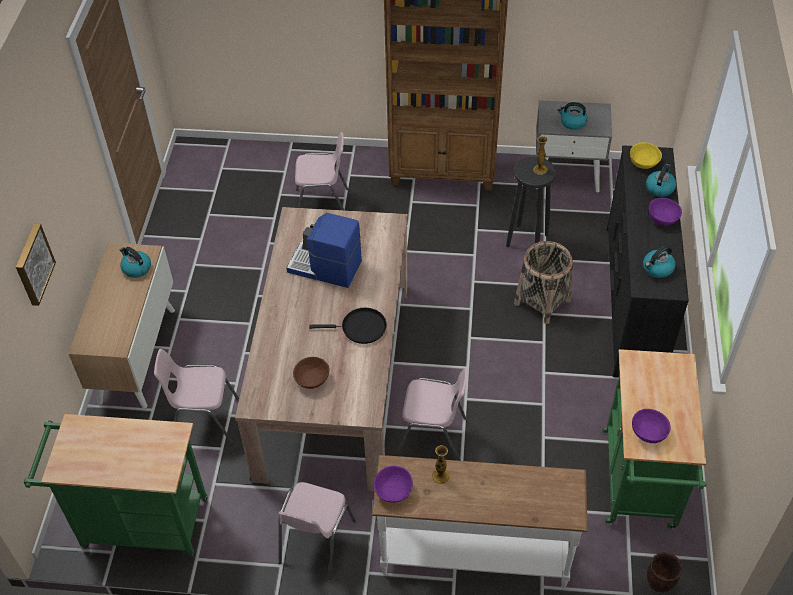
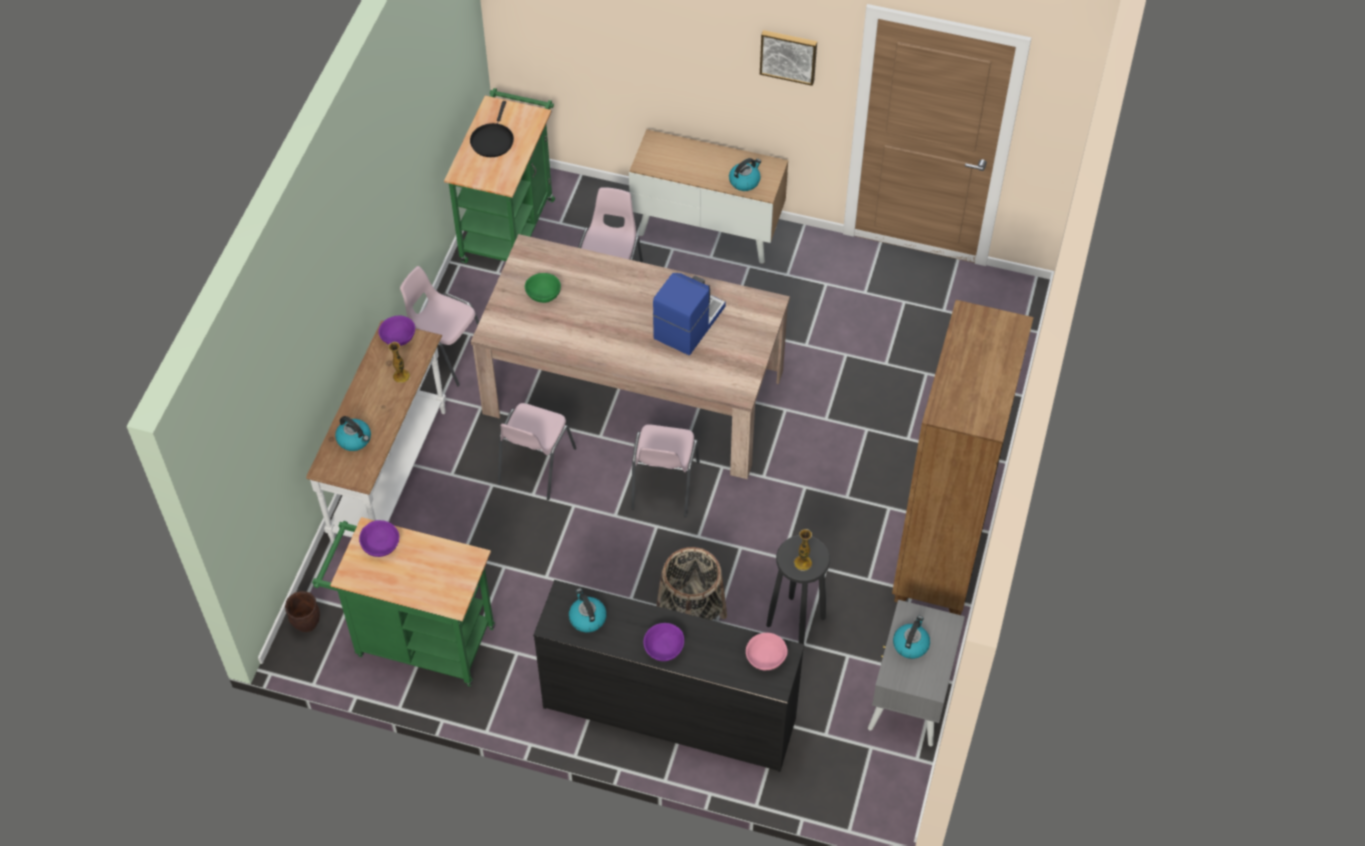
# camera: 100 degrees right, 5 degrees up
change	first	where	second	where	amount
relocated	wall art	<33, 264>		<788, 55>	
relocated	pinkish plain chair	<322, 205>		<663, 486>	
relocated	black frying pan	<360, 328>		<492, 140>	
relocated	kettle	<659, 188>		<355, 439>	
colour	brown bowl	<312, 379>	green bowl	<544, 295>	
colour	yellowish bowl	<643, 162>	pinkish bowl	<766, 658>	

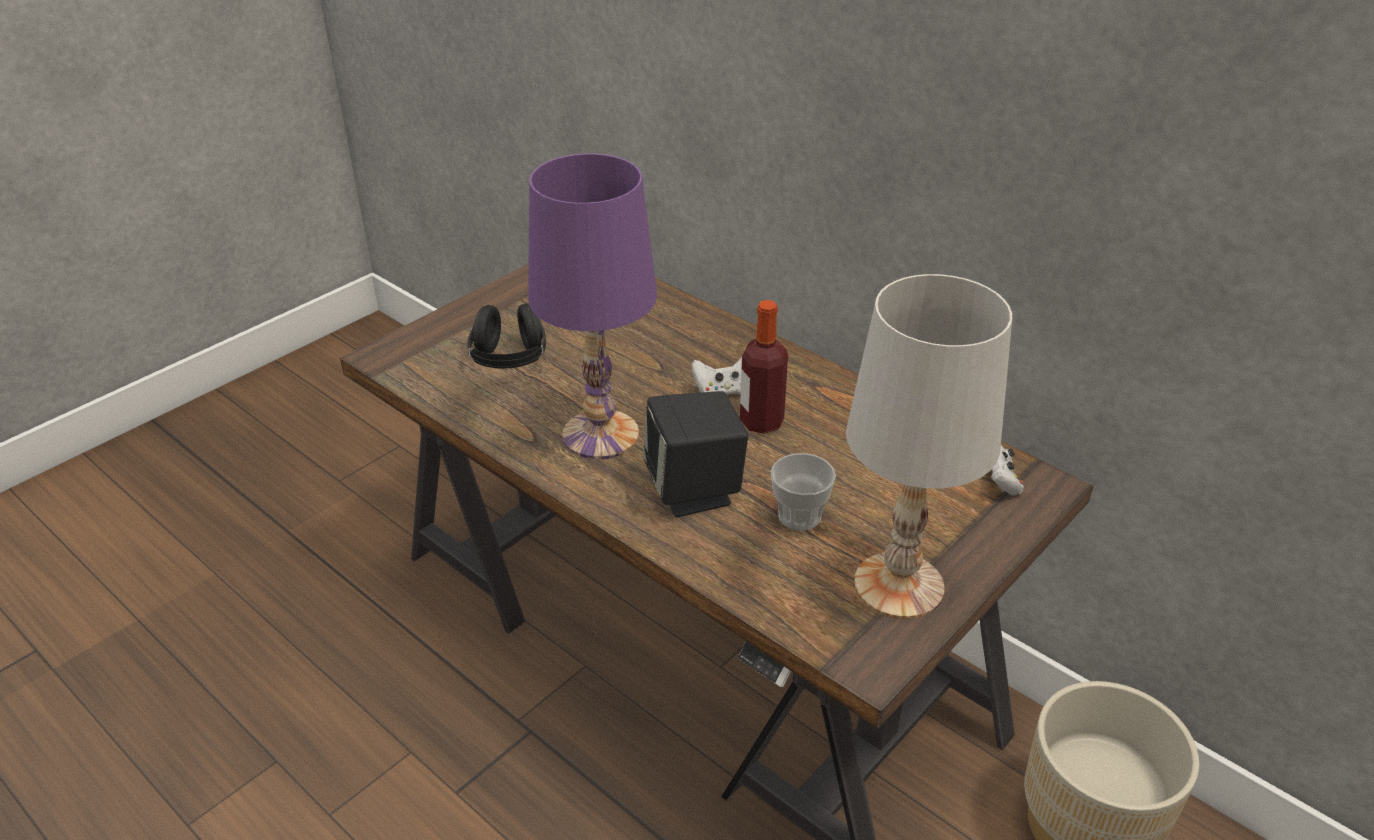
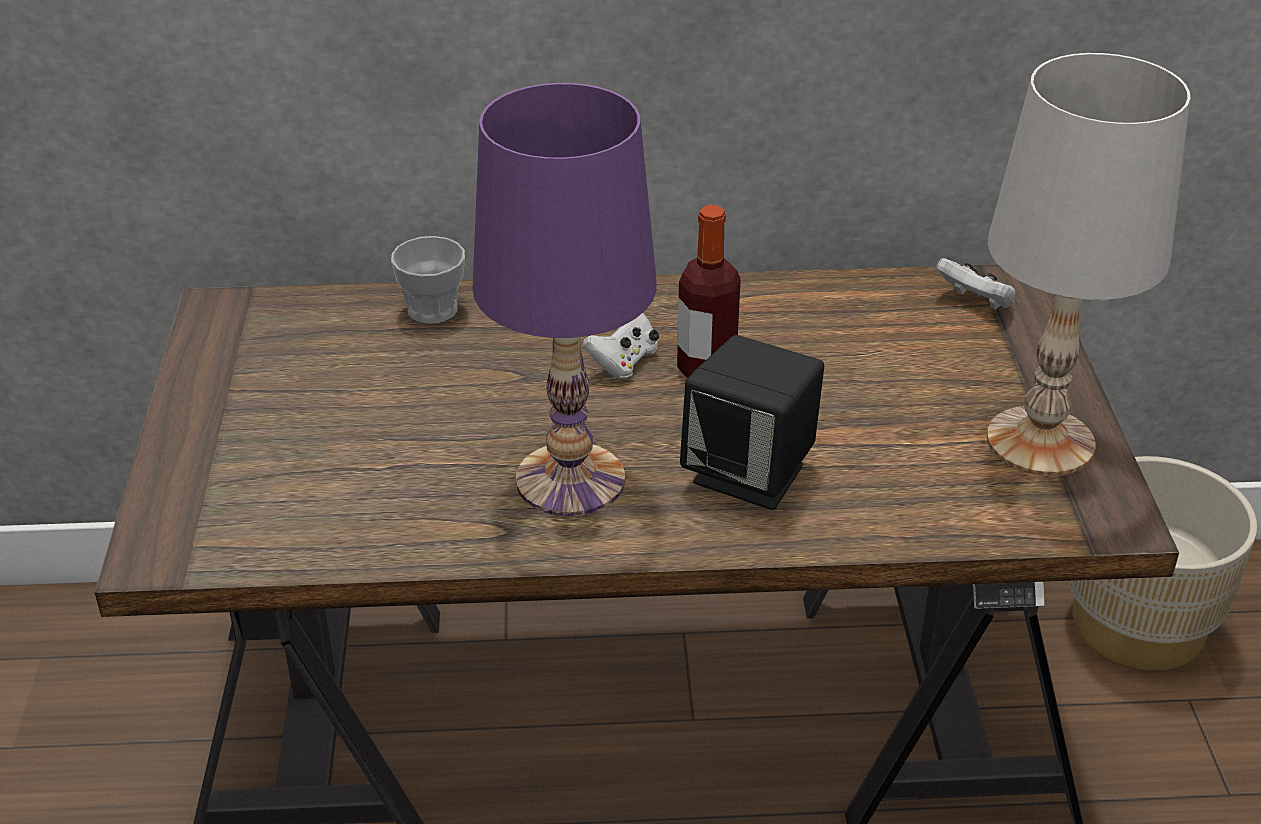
# camera: 45 degrees left, 0 degrees up
change	first	where	second	where	amount
missing	black headset	<509, 360>			
relocated	small cup	<799, 516>		<432, 310>	

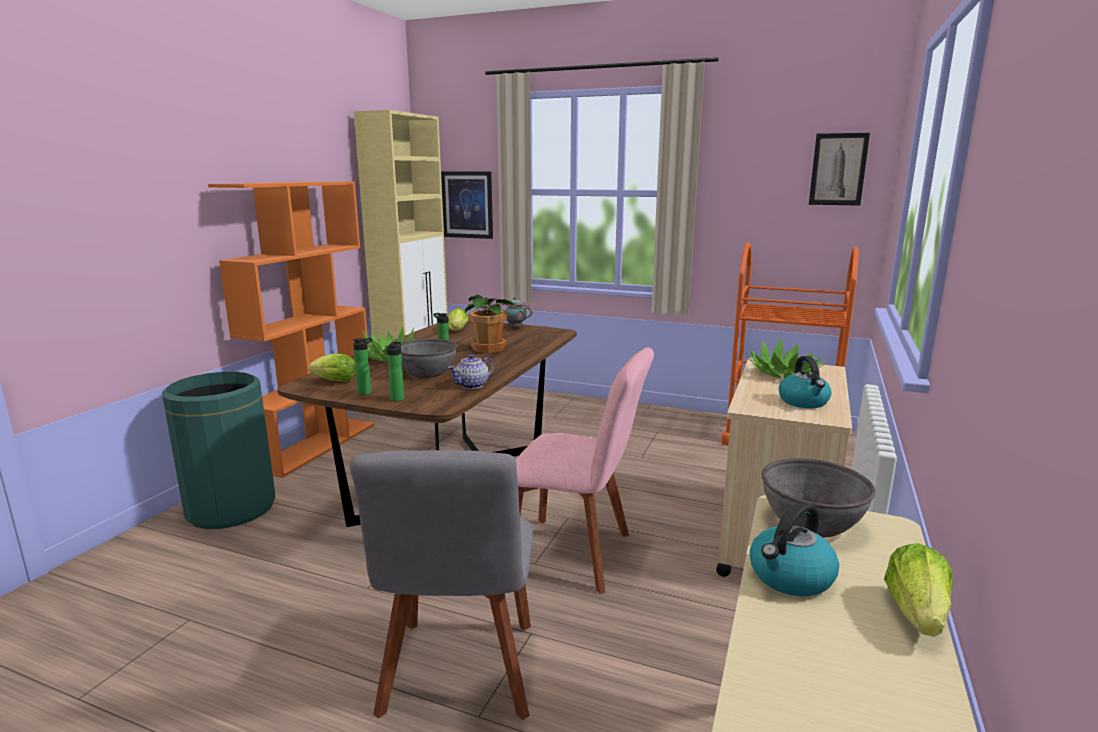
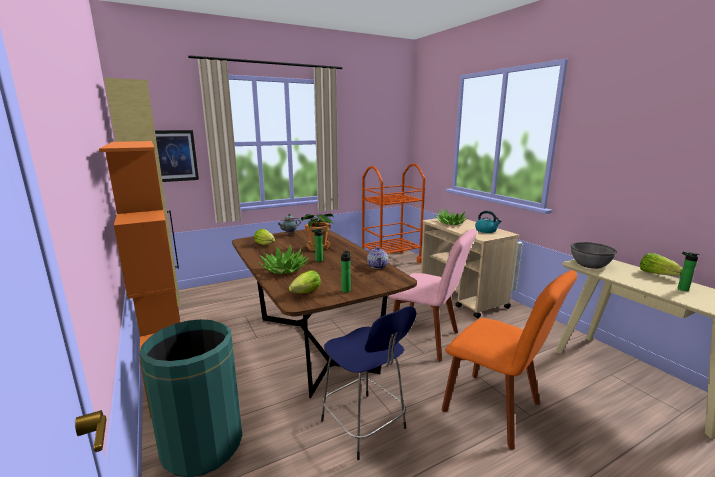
# camera: 50 degrees left, 0 degrees up
change	first	where	second	where	amount
missing	greyish bowl	<427, 373>			
missing	kettle	<790, 577>			
missing	wall art	<838, 169>			
appeared			blue stool	<365, 426>	
relocated	beverage bottle	<398, 398>		<681, 289>	
colour	greyish plain chair	<459, 674>	orange-coloured plain chair	<496, 410>	
spun	pinkish plain chair	<576, 554>		<427, 339>	60 degrees clockwise

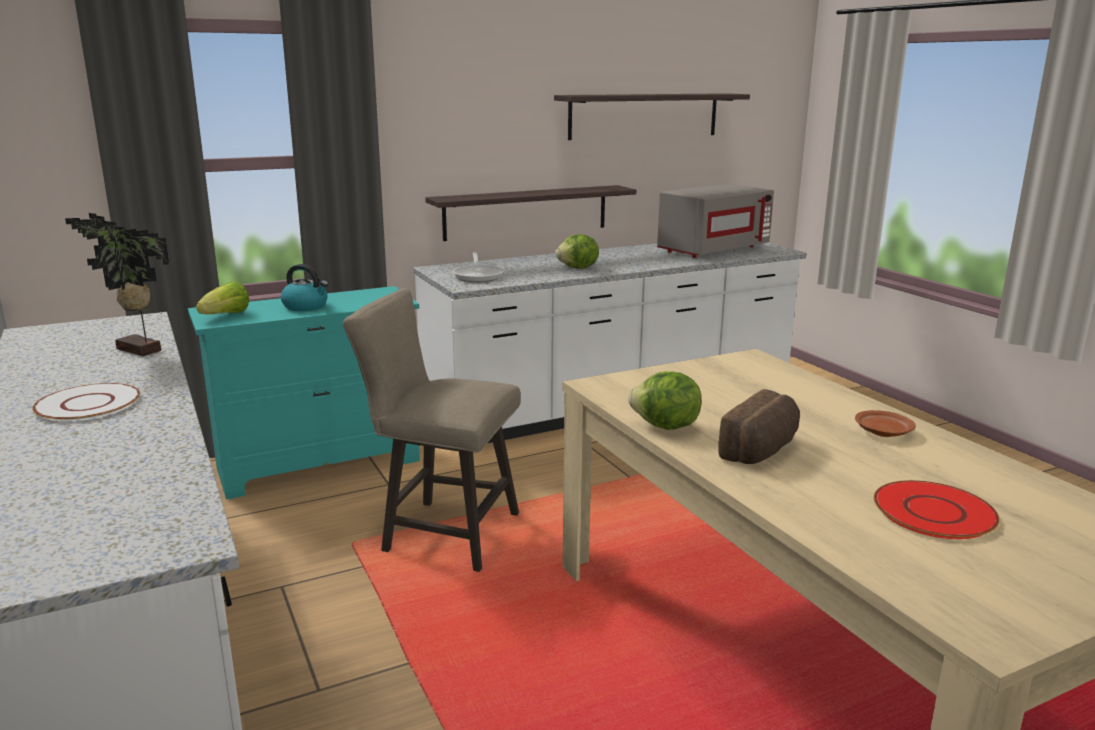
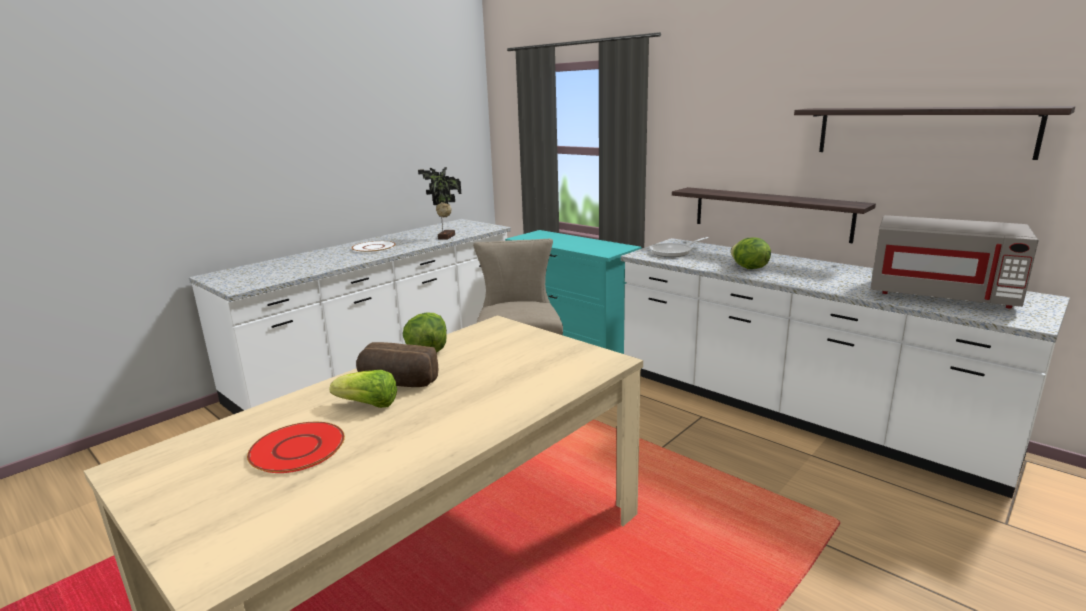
# camera: 70 degrees right, 0 degrees up
change	first	where	second	where	amount
missing	kettle	<306, 306>			
missing	brown plate	<882, 432>			
relocated	lettuce	<226, 315>		<368, 405>	

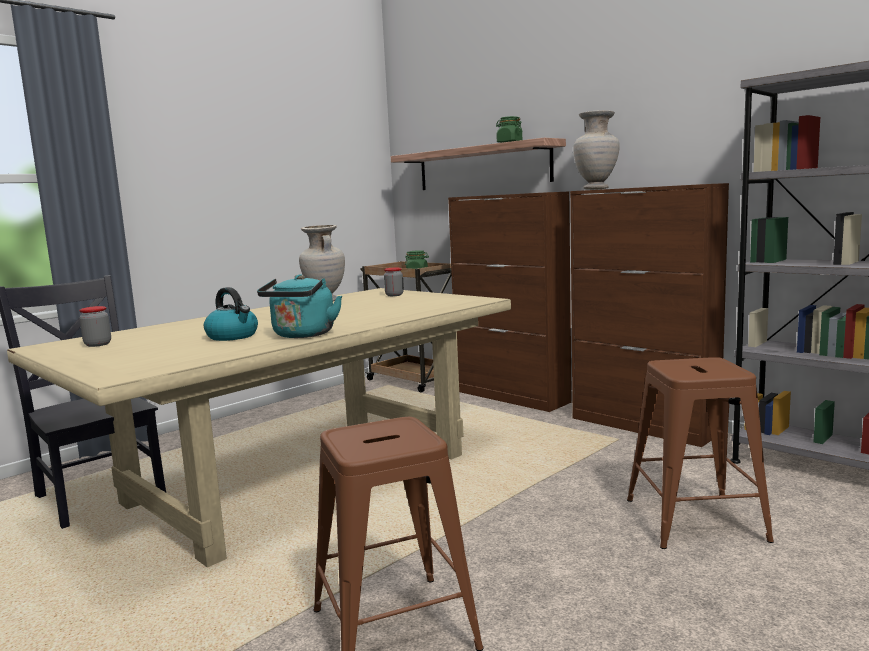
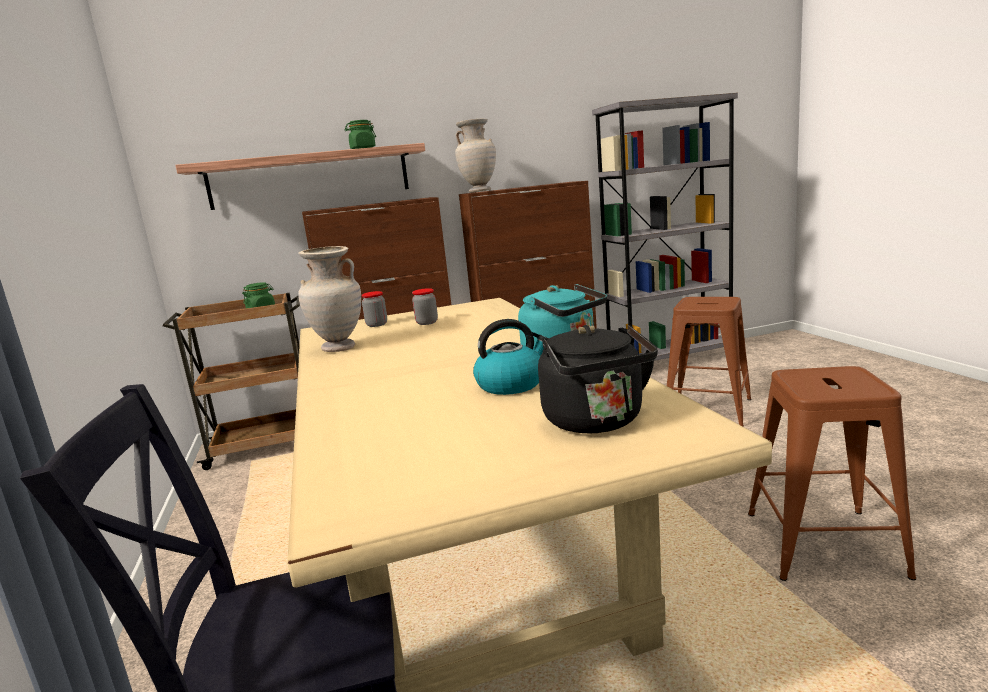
# camera: 60 degrees left, 5 degrees up
change	first	where	second	where	amount
appeared			black kettle	<597, 422>	
relocated	jar	<98, 344>		<427, 322>	

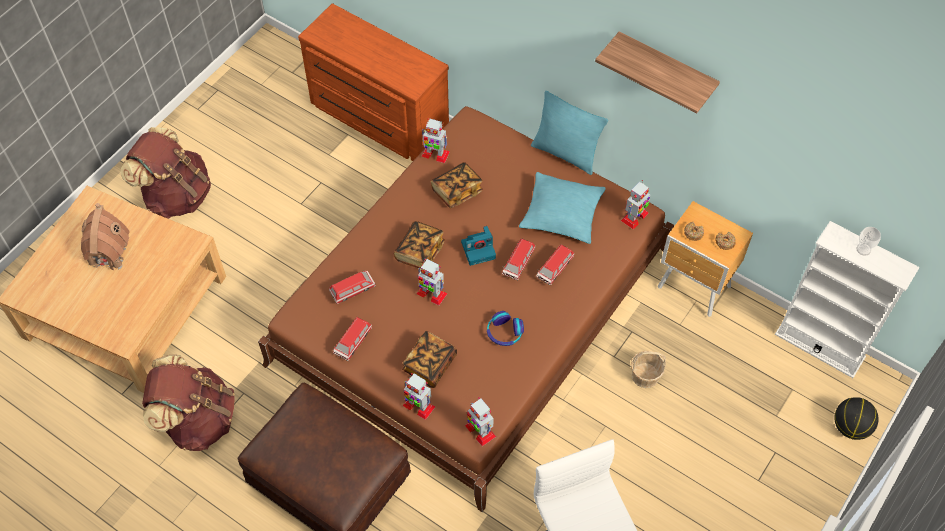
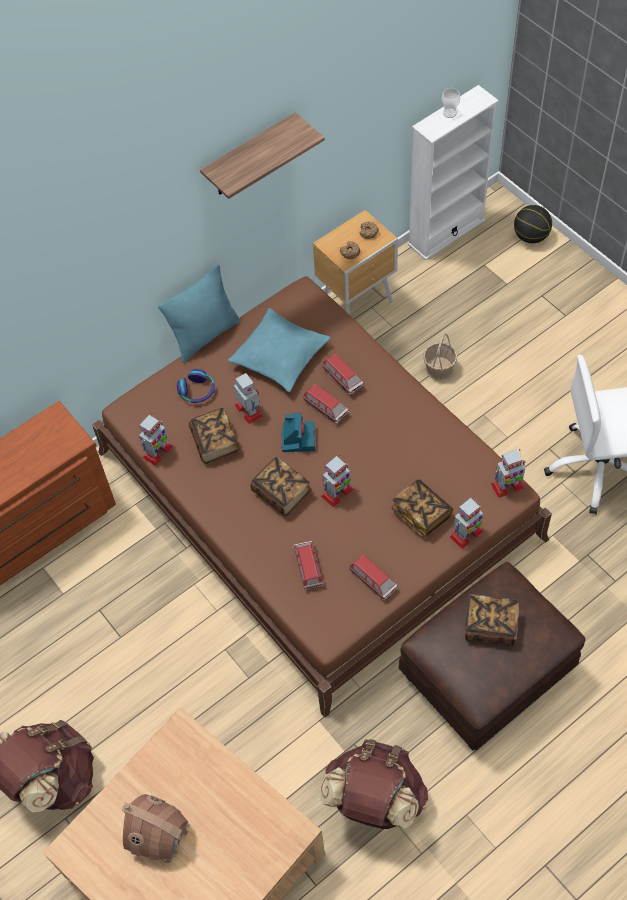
# camera: 70 degrees left, 0 degrees up
change	first	where	second	where	amount
appeared			book	<490, 625>	
relocated	headset	<504, 332>		<197, 391>	
relocated	toy robot	<634, 217>		<249, 411>	

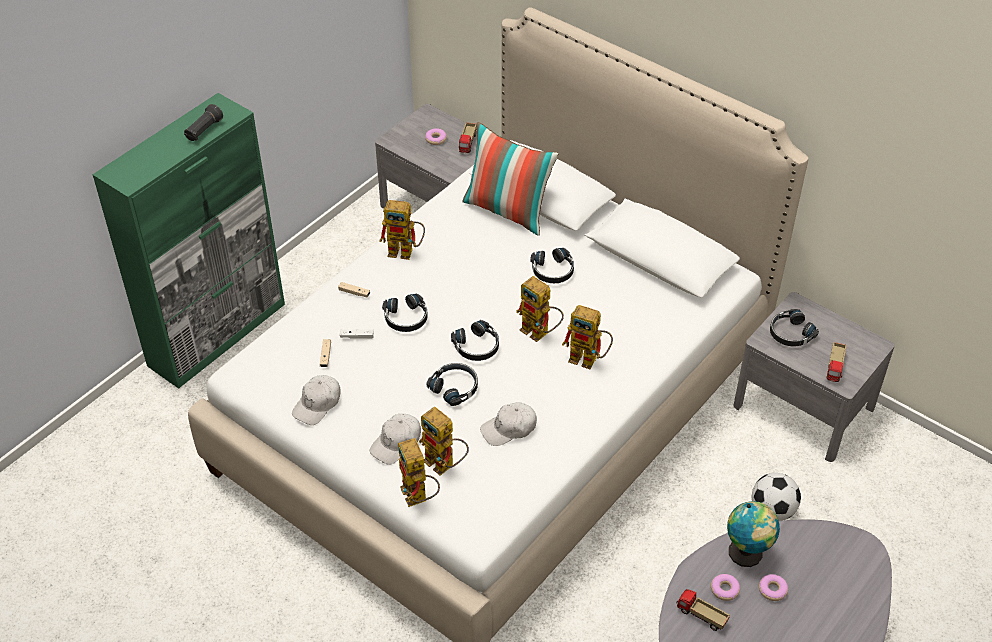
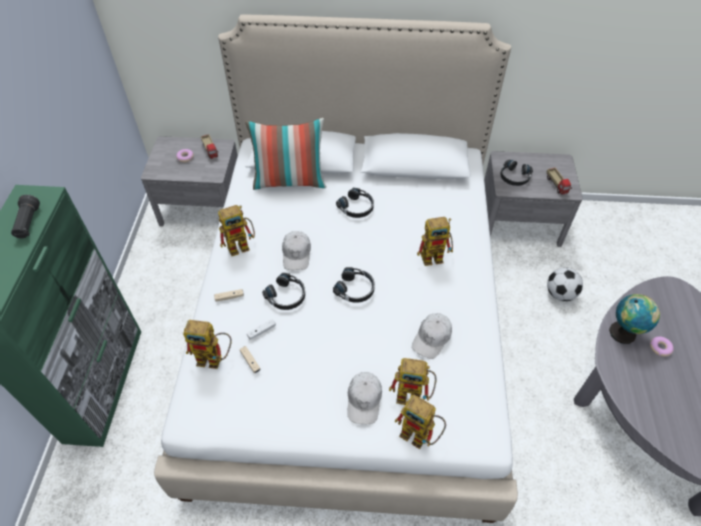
# camera: 35 degrees left, 5 degrees up
change	first	where	second	where	amount
missing	black headset	<455, 387>			
missing	toy lorry	<701, 616>			
missing	donut	<724, 590>			
relocated	white peaked cap	<317, 404>		<296, 254>	
relocated	toy robot	<540, 333>		<215, 358>	

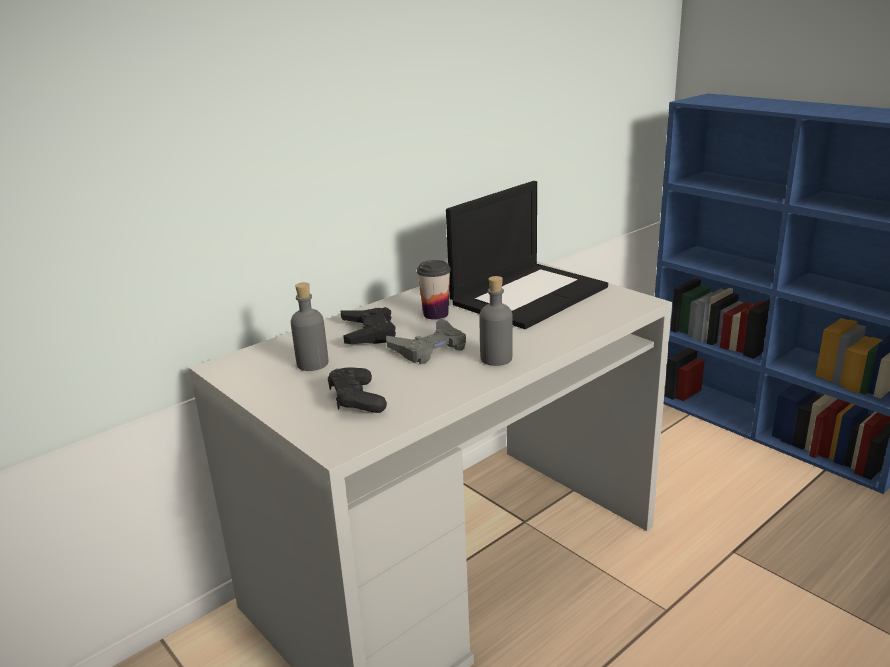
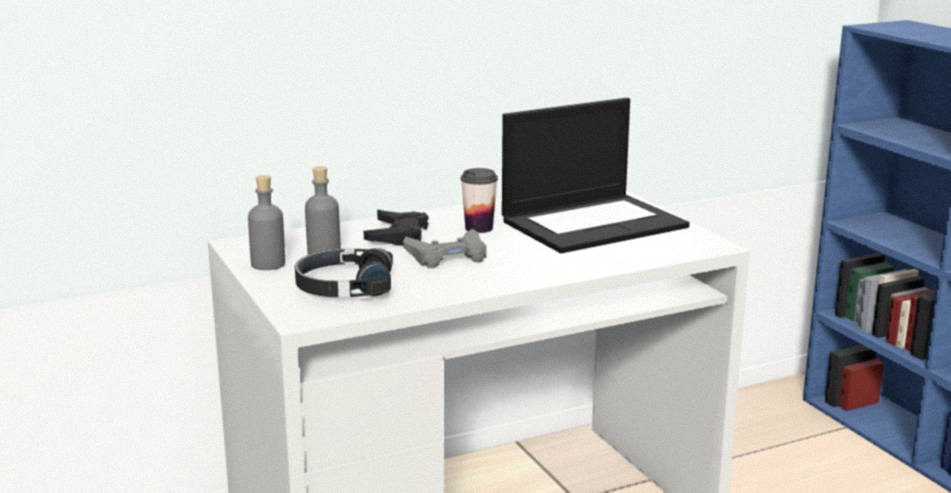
# camera: 15 degrees right, 5 degrees down
change	first	where	second	where	amount
relocated	greyish beverage bottle	<496, 358>		<268, 264>	
exchanged	black joypad	<356, 400>	black headset	<344, 287>	

